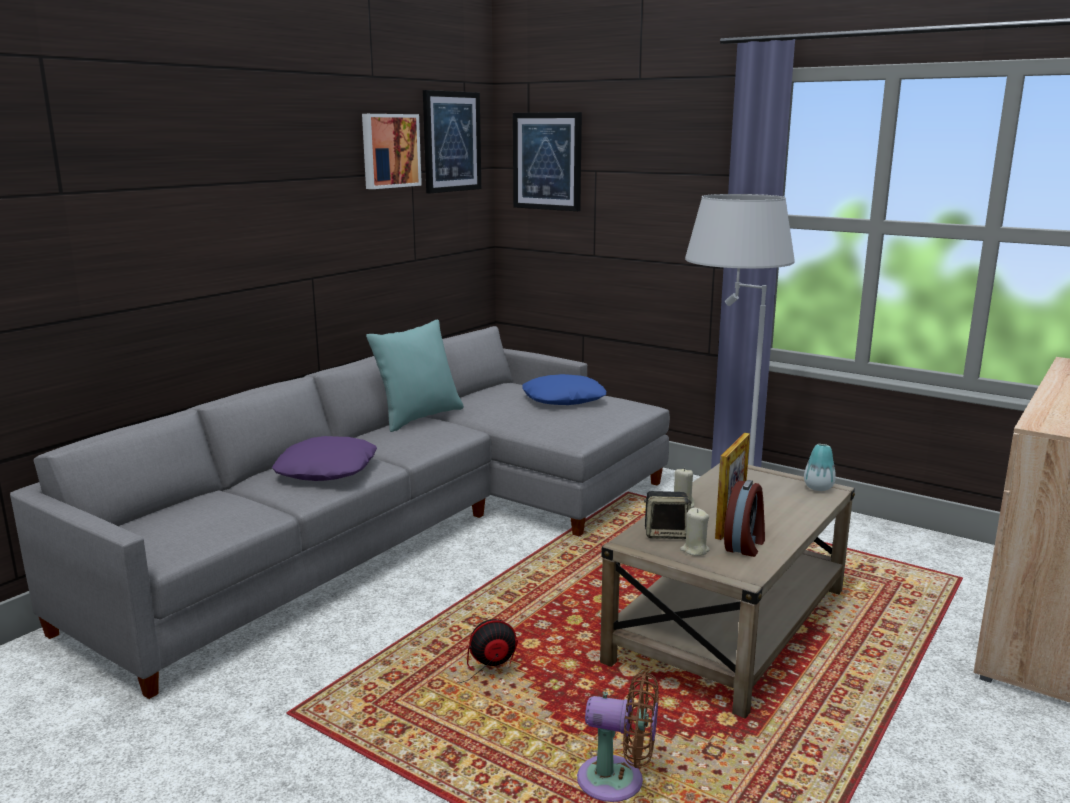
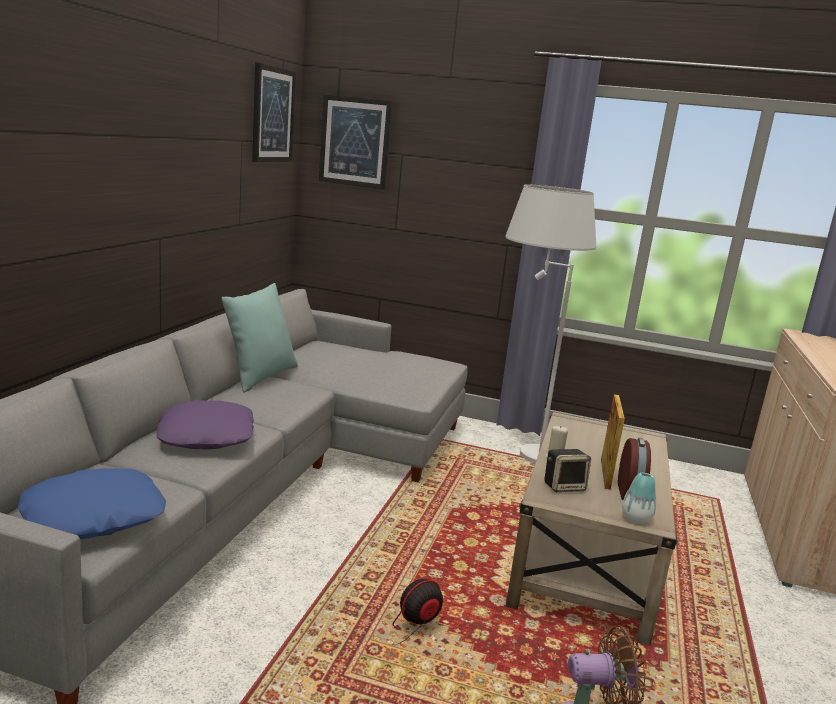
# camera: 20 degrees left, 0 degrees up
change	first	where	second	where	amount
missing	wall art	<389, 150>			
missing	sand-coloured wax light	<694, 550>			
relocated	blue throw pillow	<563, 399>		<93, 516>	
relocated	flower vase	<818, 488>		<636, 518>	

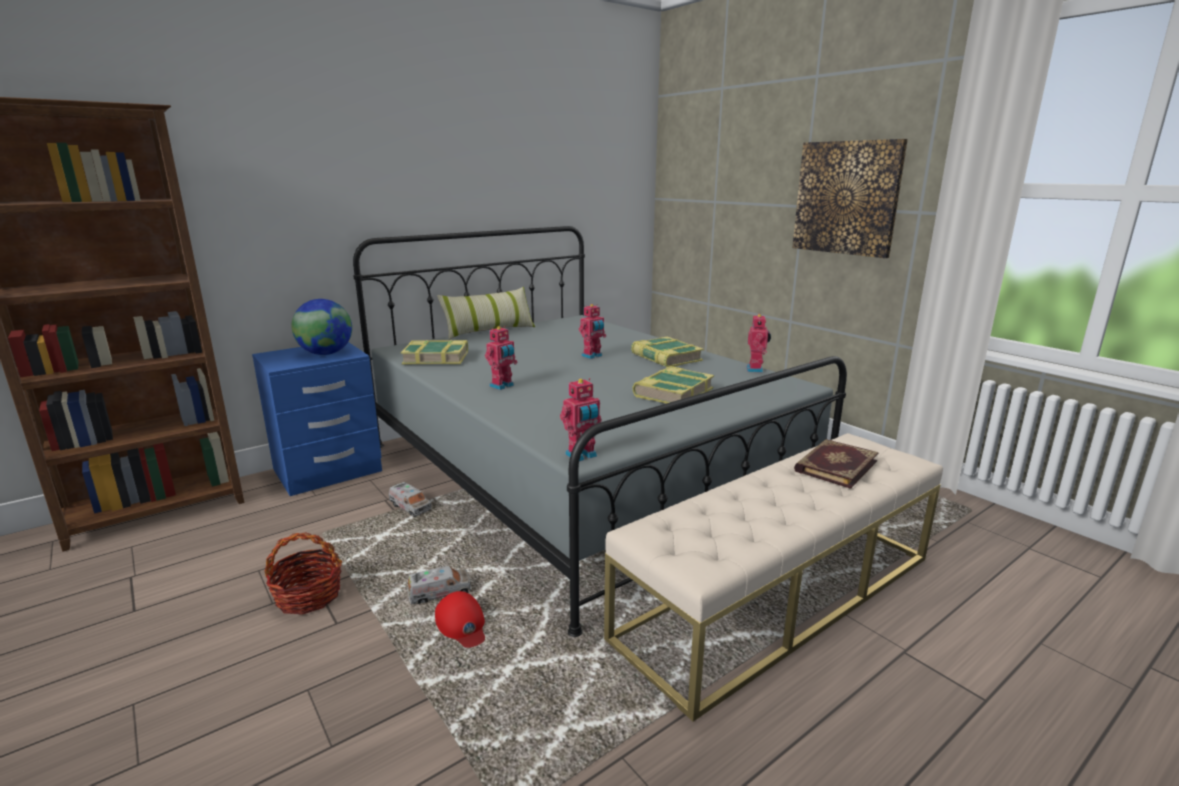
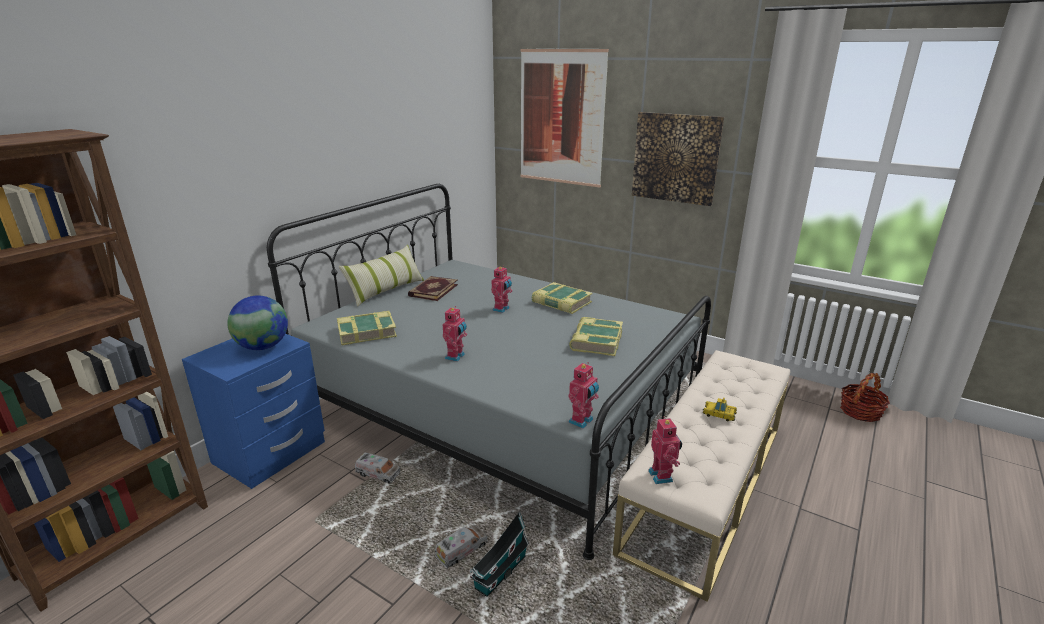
# camera: 20 degrees left, 5 degrees up
change	first	where	second	where	amount
appeared			wall art	<561, 117>	
appeared			miniature car	<719, 414>	
relocated	household basket	<308, 596>		<860, 412>	
relocated	toy robot	<756, 369>		<662, 476>	
relocated	book	<834, 465>		<433, 290>	
exchanged	red-coloured peaked cap	<462, 625>	model house	<499, 574>	

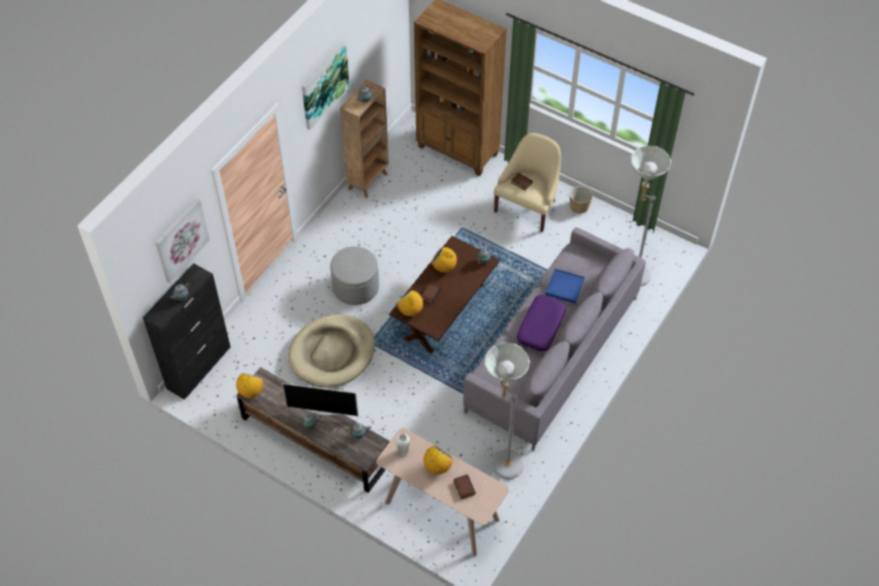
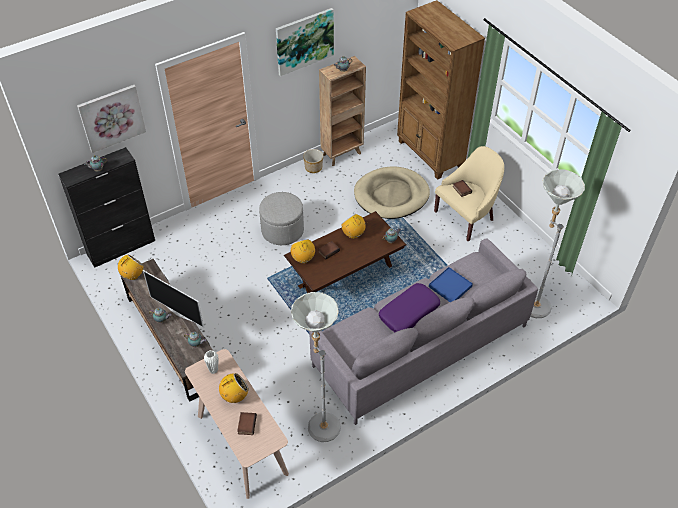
# camera: 25 degrees right, 5 degrees down
change	first	where	second	where	amount
relocated	sand-coloured dog cushion	<332, 353>		<391, 195>	
relocated	flower pot	<579, 206>		<313, 167>	

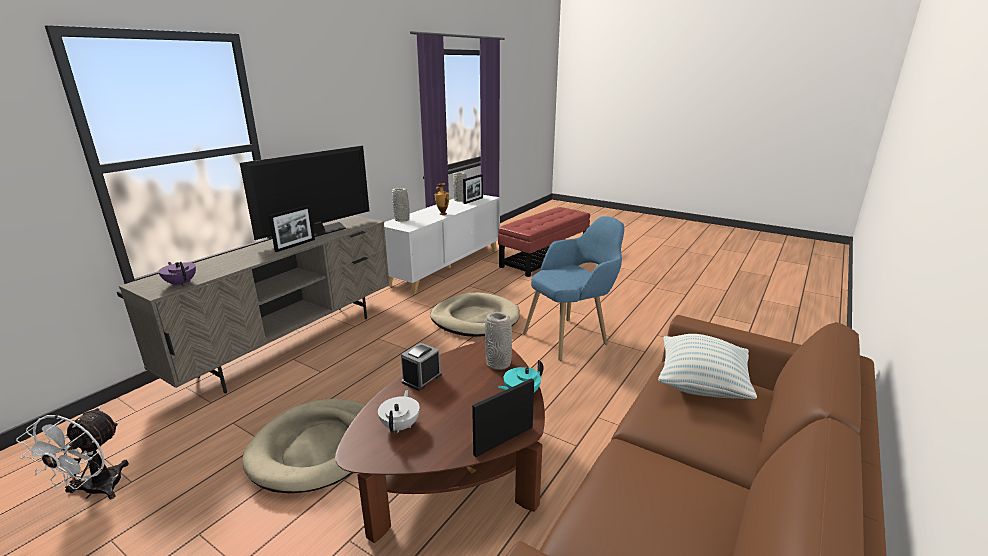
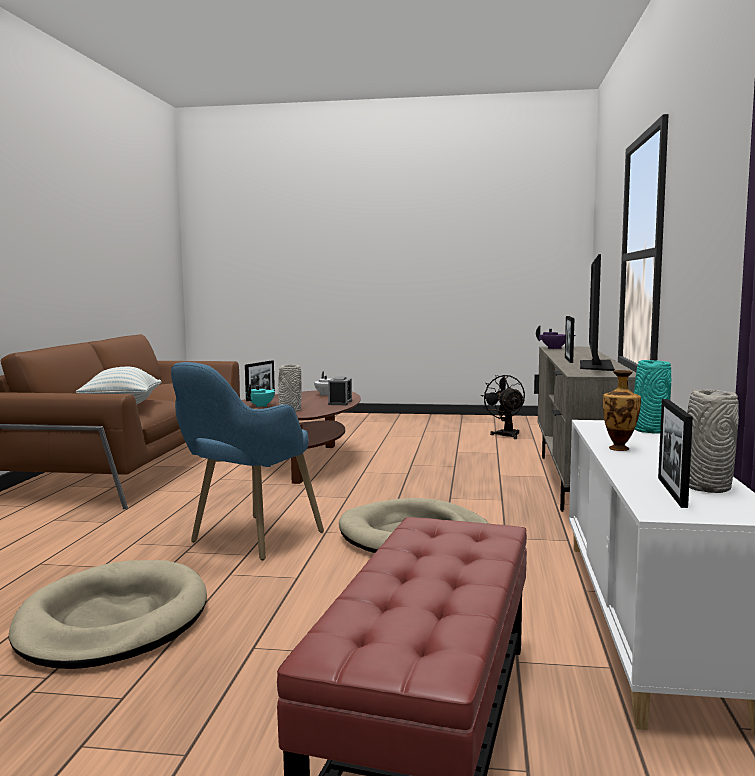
# camera: 155 degrees right, 15 degrees down
change	first	where	second	where	amount
relocated	sand-coloured dog cushion	<317, 448>		<113, 621>	
colour	white fan	<95, 491>	black fan	<505, 434>	
colour	greyish flower vase	<402, 220>	turquoise-coloured flower vase	<649, 430>	

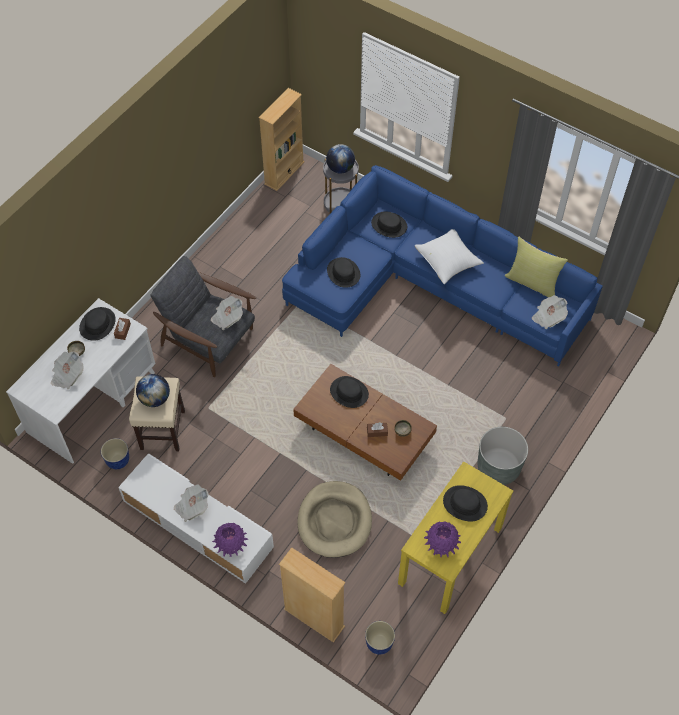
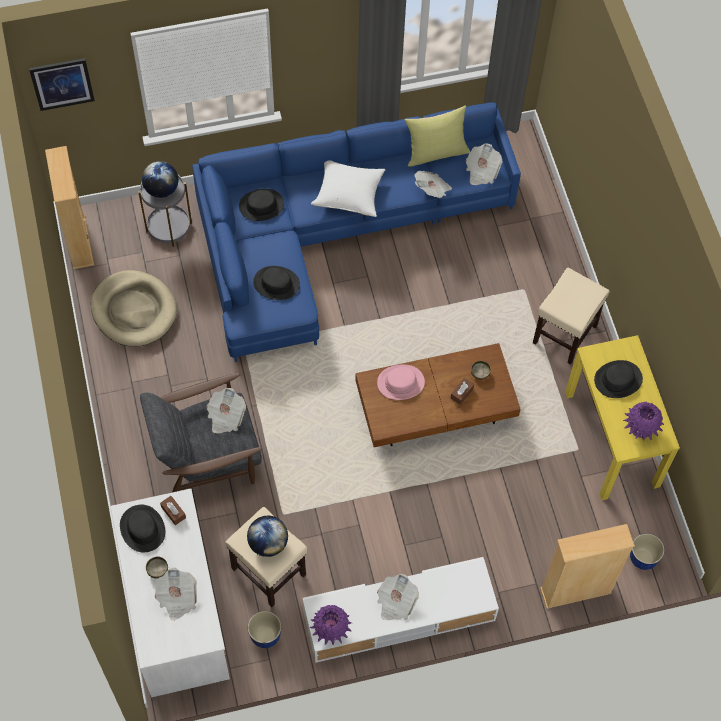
# camera: 50 degrees left, 5 degrees up
change	first	where	second	where	amount
appeared			wall art	<62, 83>	
appeared			daily paper	<432, 190>	
relocated	purple flower vase	<231, 546>		<331, 630>	
relocated	sand-coloured dog cushion	<334, 521>		<134, 310>	
exchanged	greyish flower pot	<498, 467>	sand-coloured stool	<564, 335>	
colour	black clothing hat	<349, 392>	pinkish clothing hat	<400, 383>	

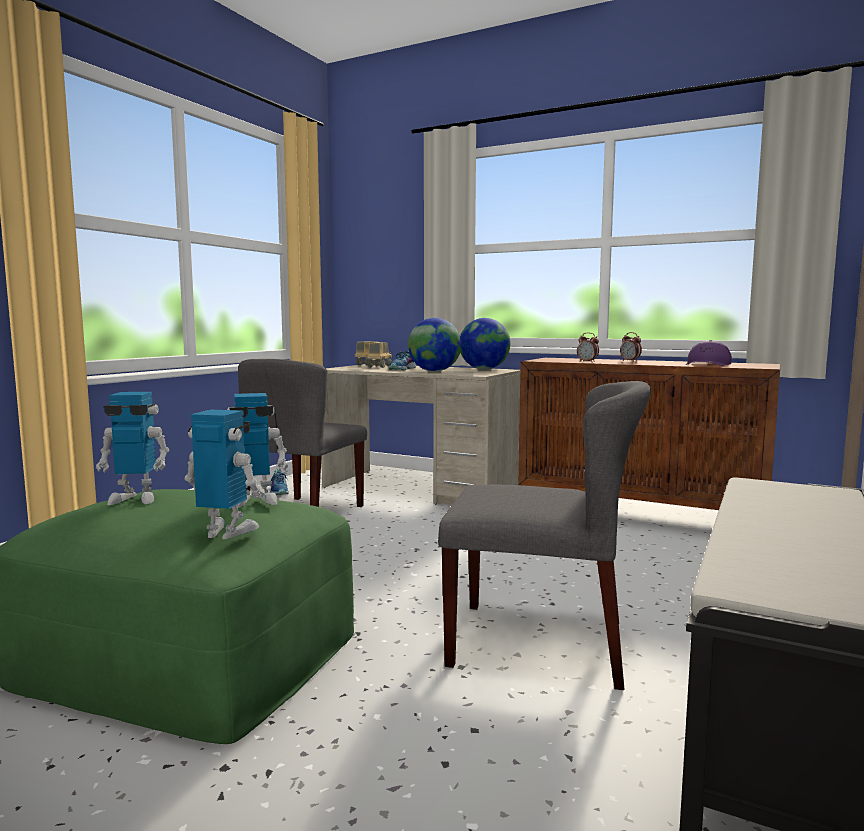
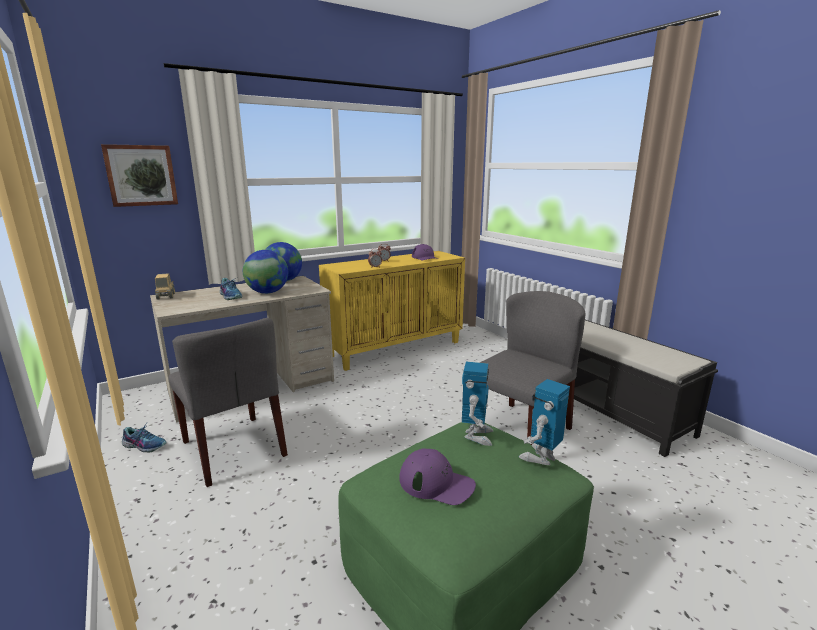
# camera: 60 degrees left, 10 degrees up
change	first	where	second	where	amount
missing	toy lorry	<379, 367>			
appeared			wall art	<141, 175>	
exchanged	toy robot	<135, 498>	purple peaked cap	<436, 483>	
colour	brown storage cabinet	<641, 515>	yellowish storage cabinet	<395, 348>	

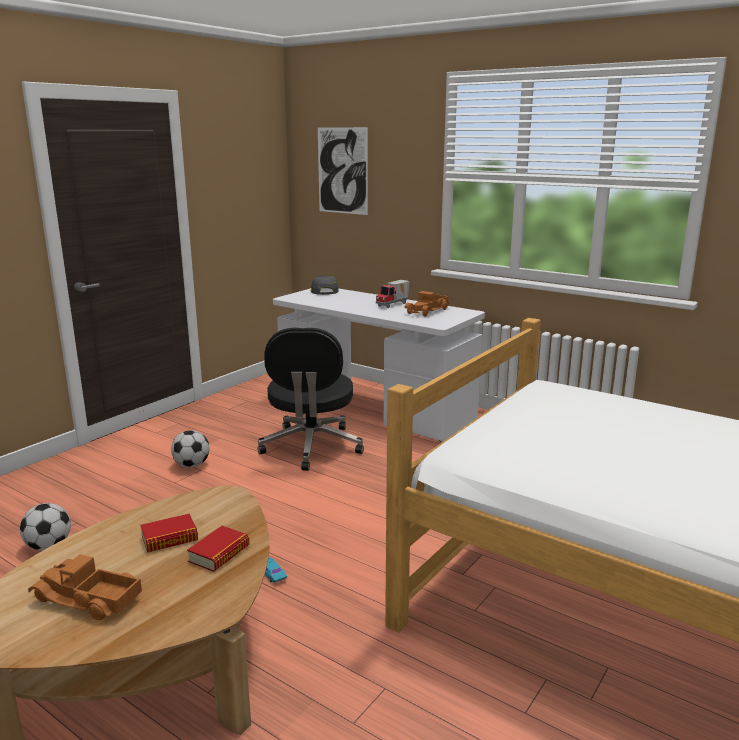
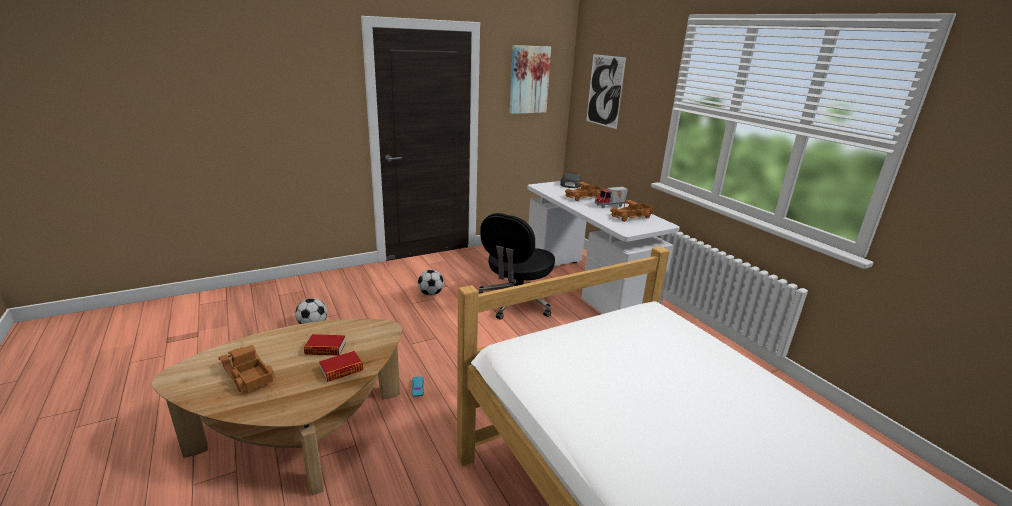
# camera: 25 degrees right, 5 degrees up
change	first	where	second	where	amount
appeared			wall art	<529, 80>	
appeared			toy lorry	<584, 197>	

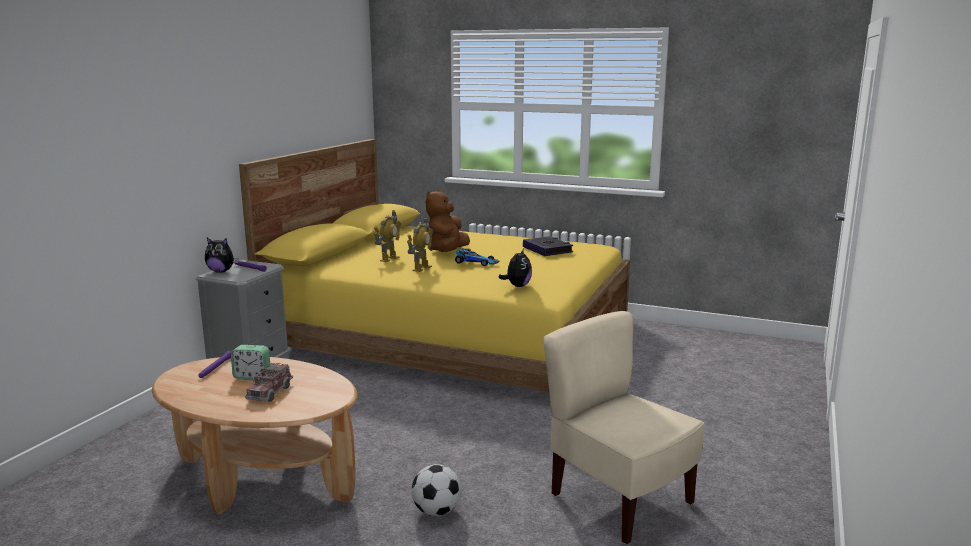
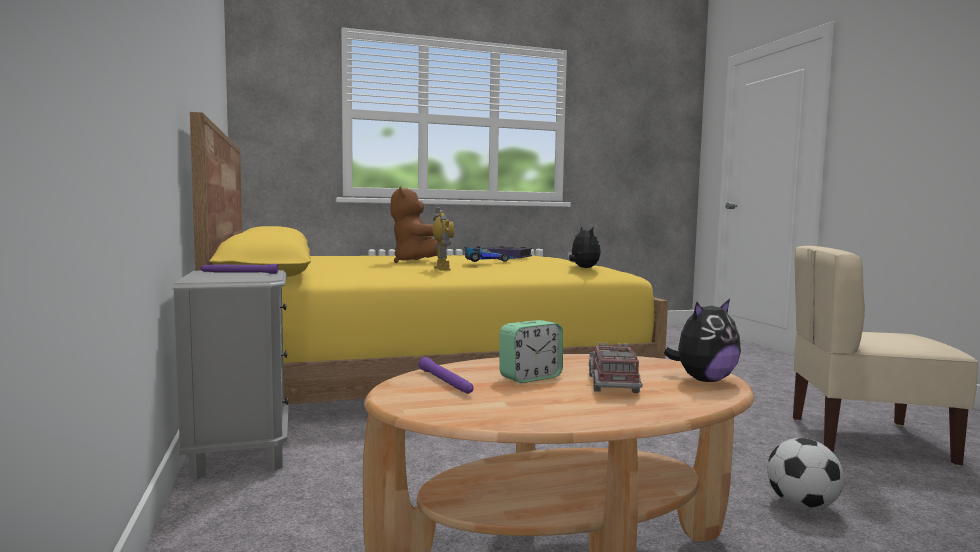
# camera: 40 degrees left, 10 degrees down
change	first	where	second	where	amount
missing	toy robot	<389, 259>			
relocated	cuddly toy	<221, 271>		<703, 380>	
spun	toy lorry	<270, 392>		<613, 384>	150 degrees counterclockwise

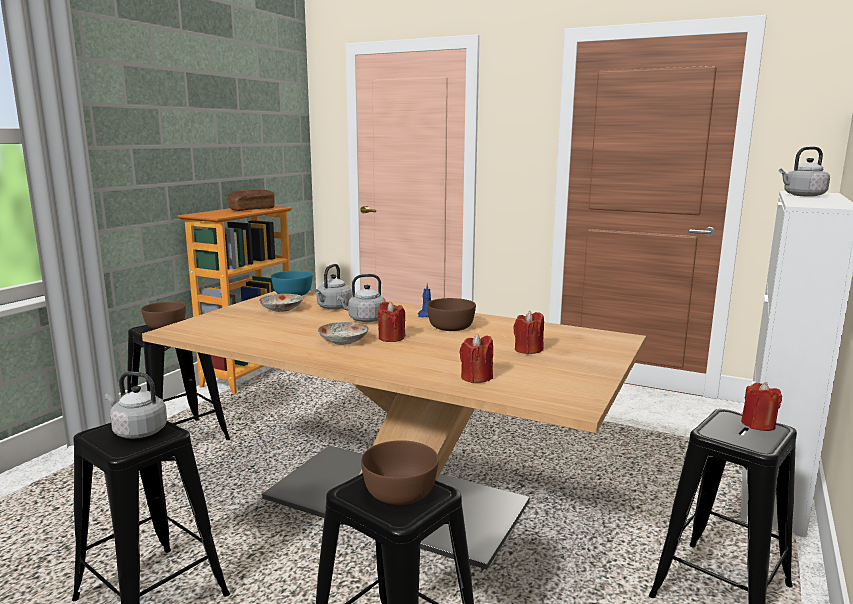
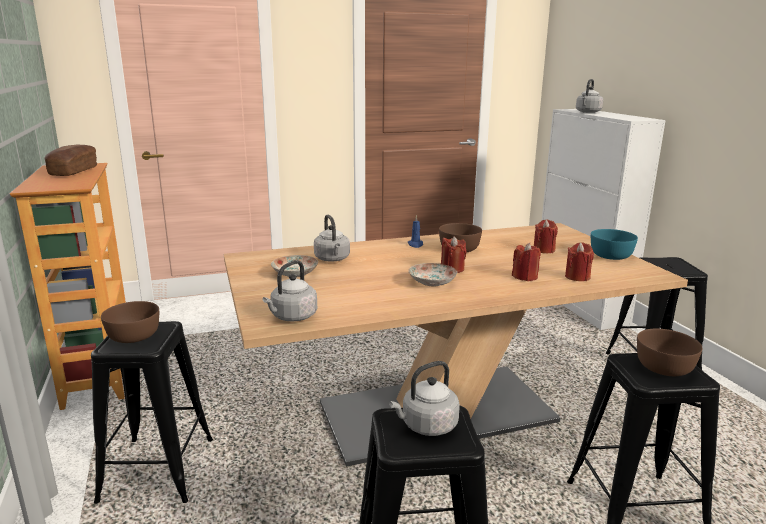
# camera: 45 degrees left, 5 degrees up
change	first	where	second	where	amount
relocated	turquoise-coloured bowl	<293, 294>		<610, 255>	
relocated	greyish kettle	<365, 320>		<292, 317>	
relocated	red-coloured wax light	<758, 424>		<525, 277>	

